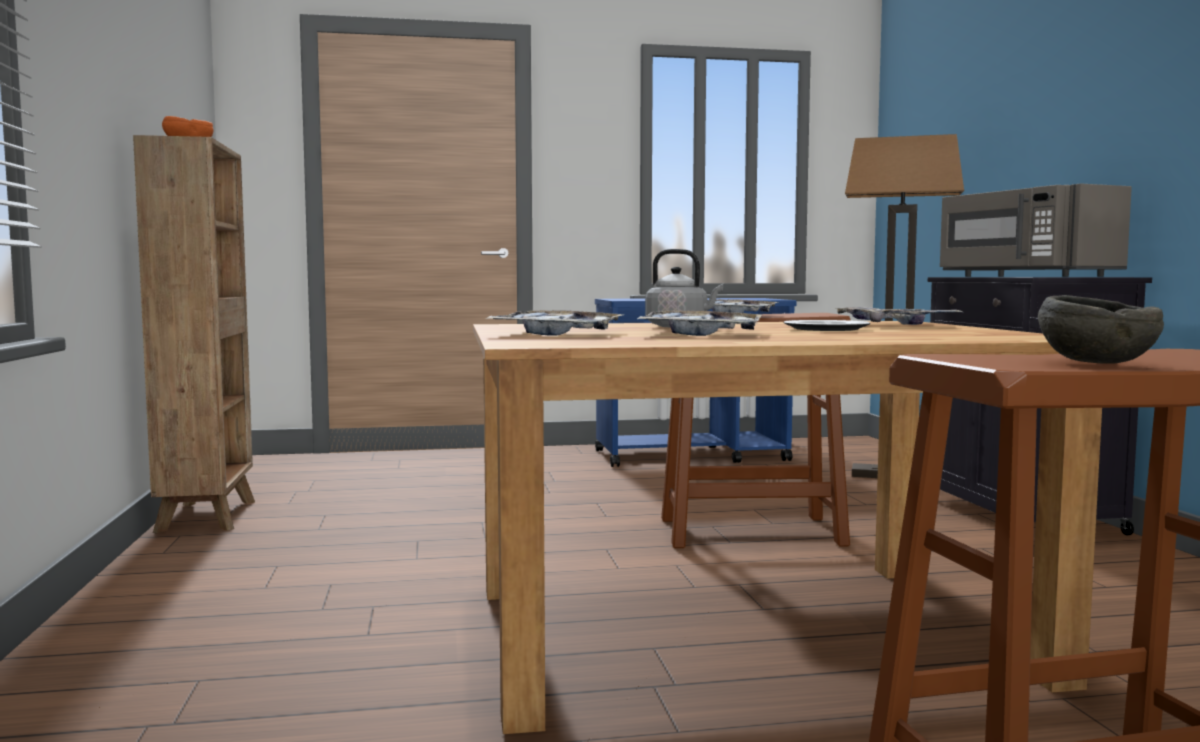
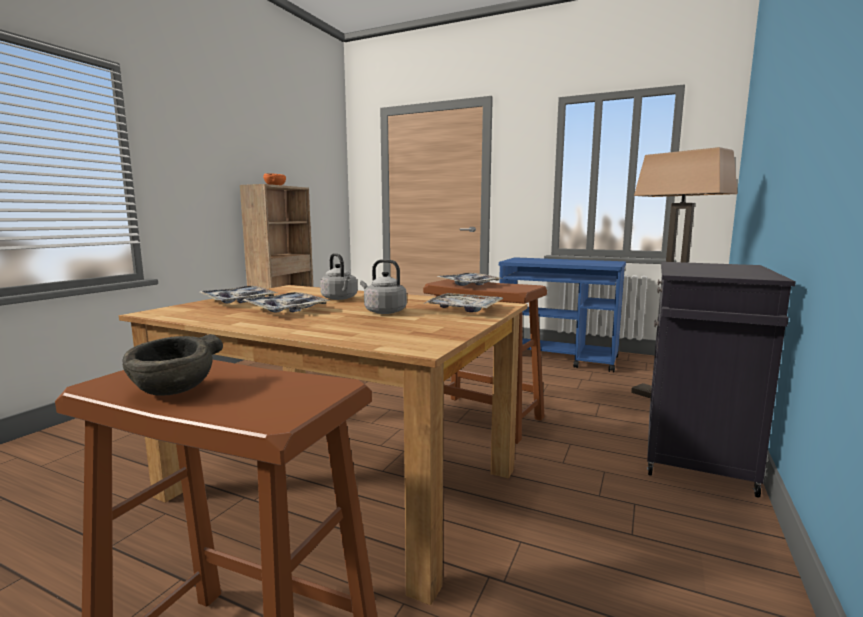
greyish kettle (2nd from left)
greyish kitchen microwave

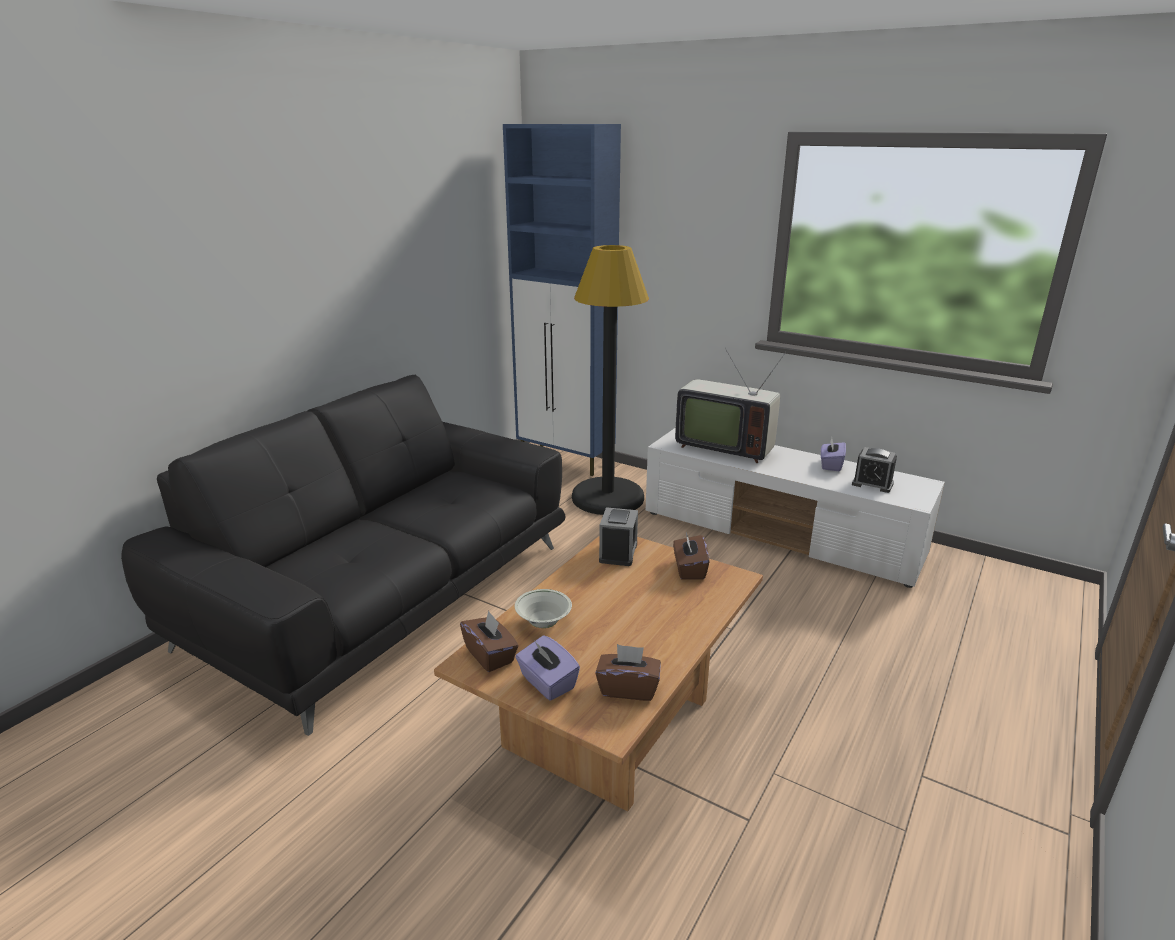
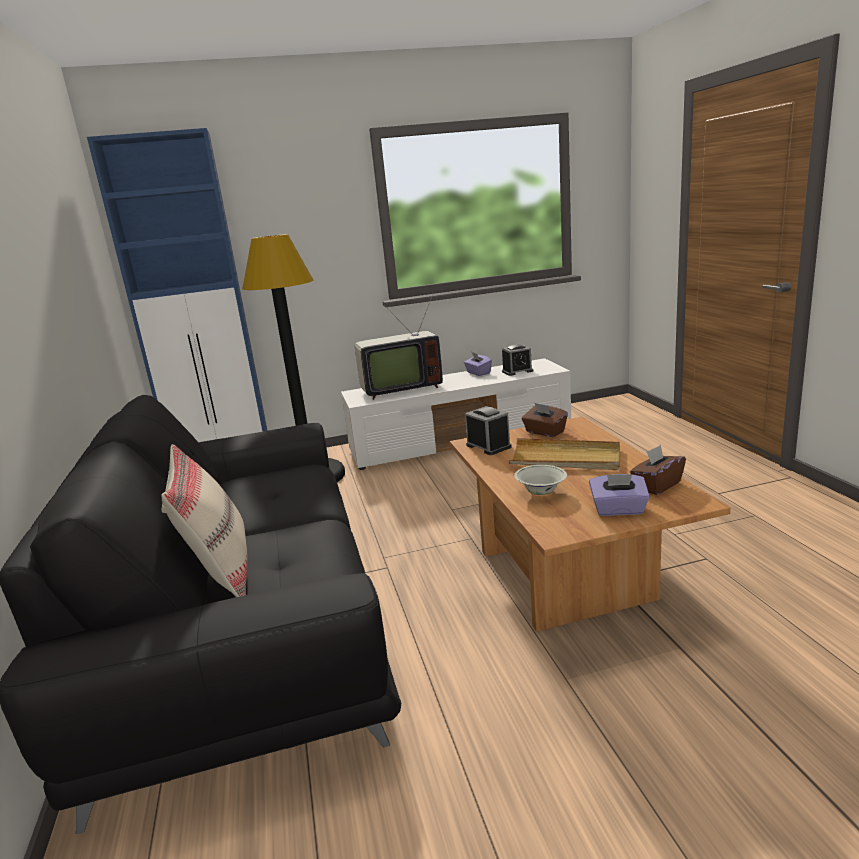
brown box of tissues (1st from left in the first image)
sand-coloured pillow
sand-coloured carrying tray

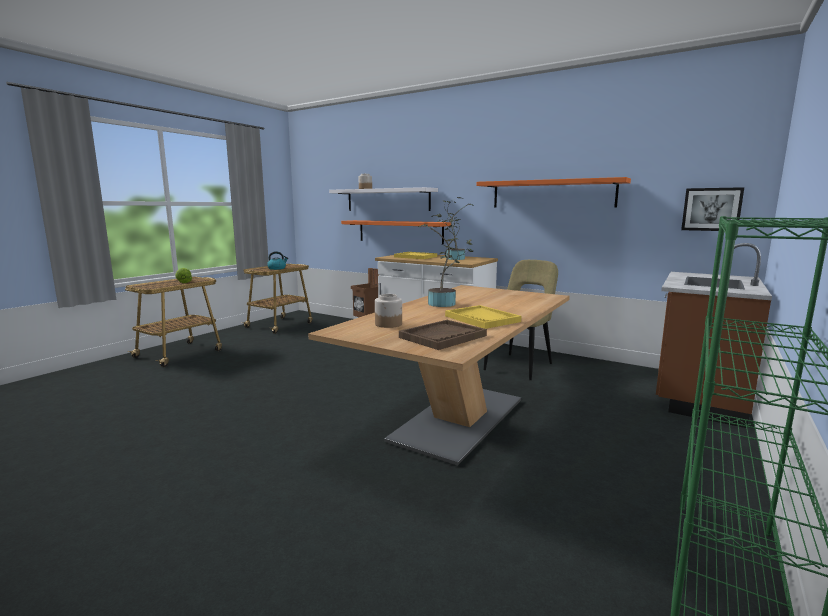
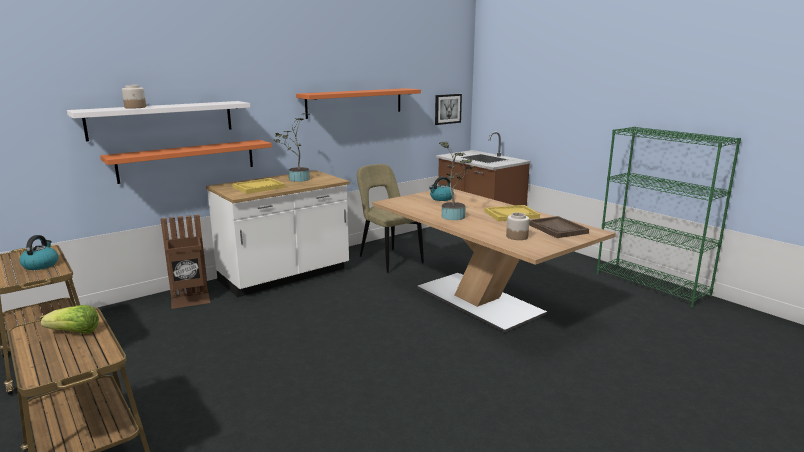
kettle (2nd from left)

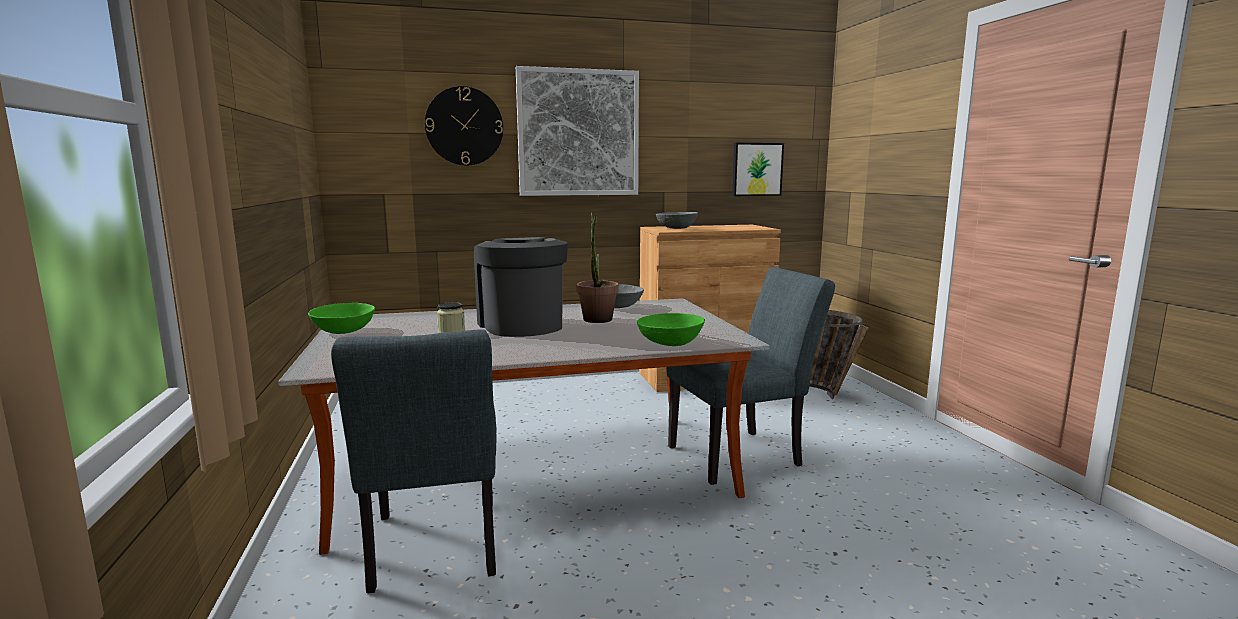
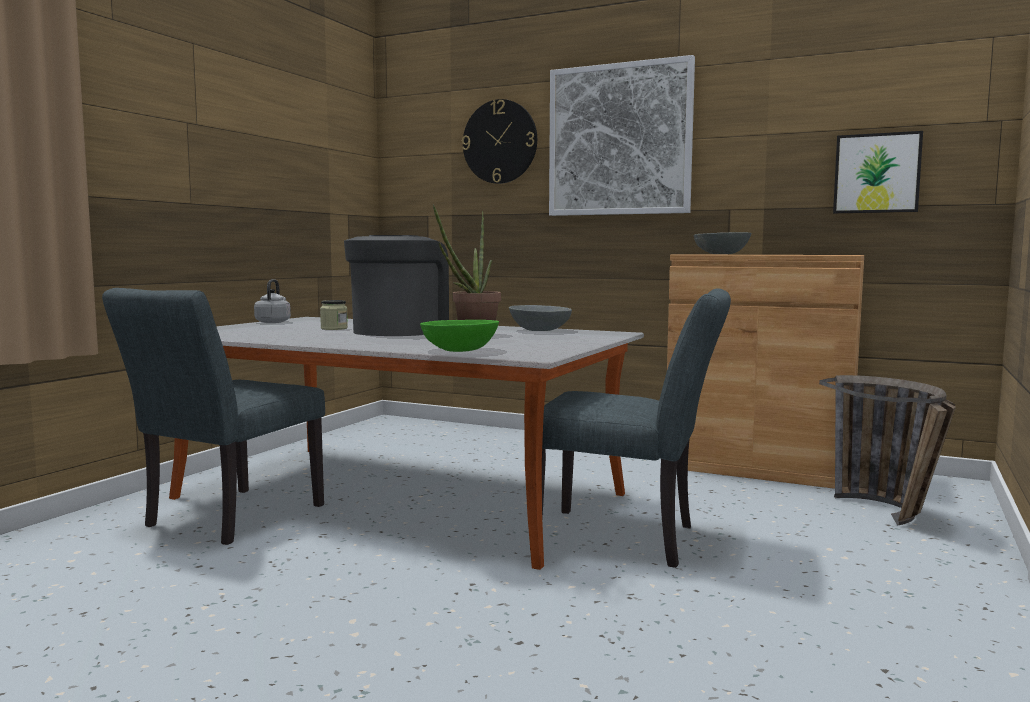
greyish kettle

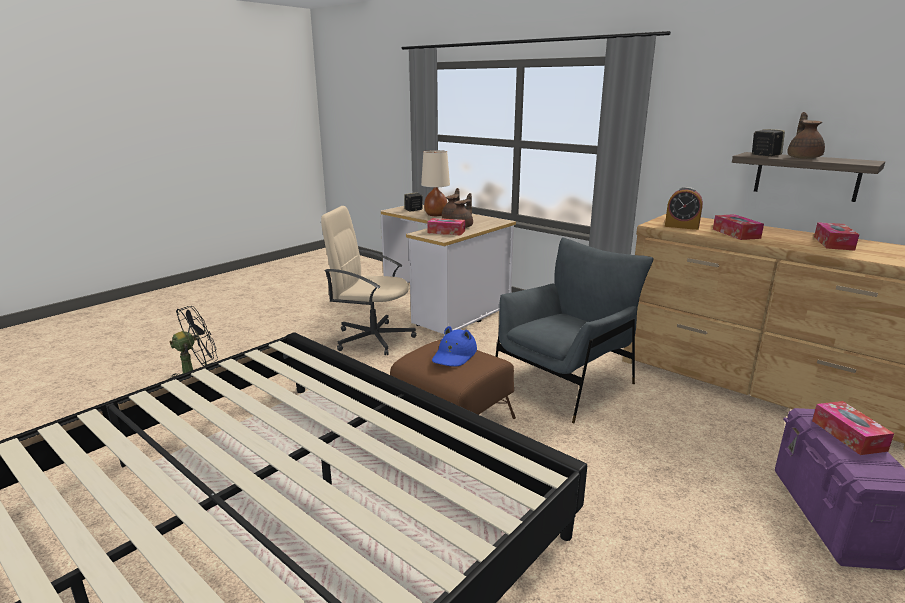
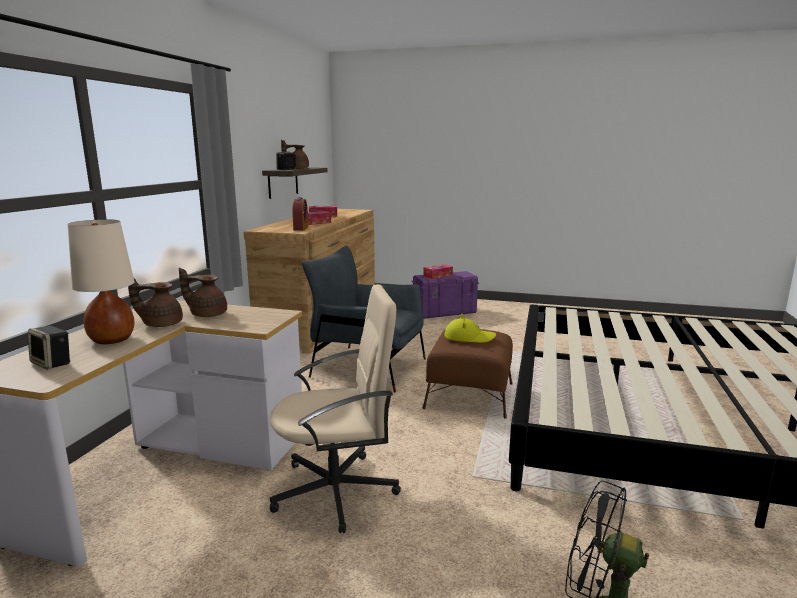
sand-coloured desk chair
box of tissues (1st from left in the first image)
yellowish clothing hat

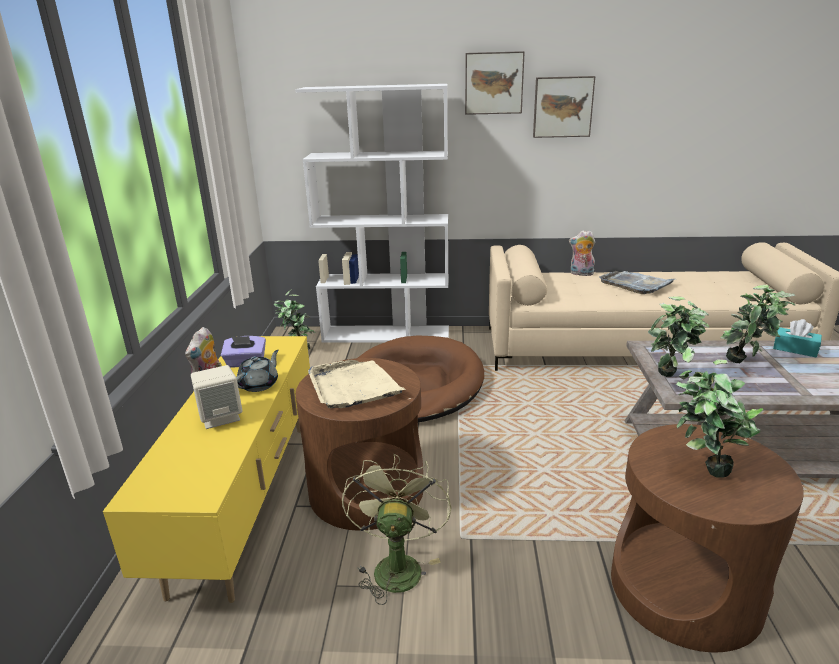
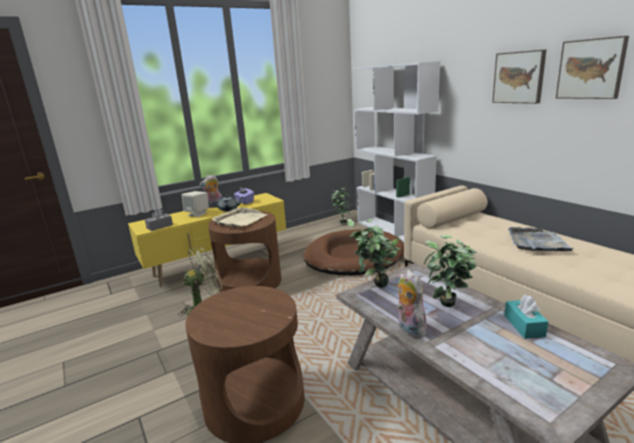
picture (2nd from left)
soft toy (2nd from left)
houseplant (3rd from left in the first image)
greyish box of tissues

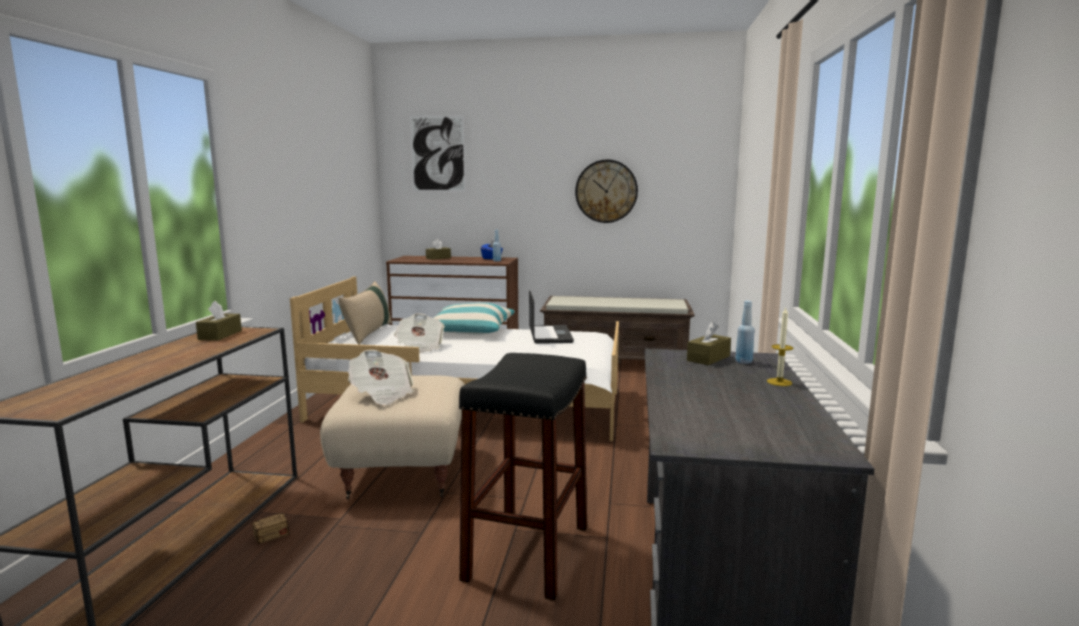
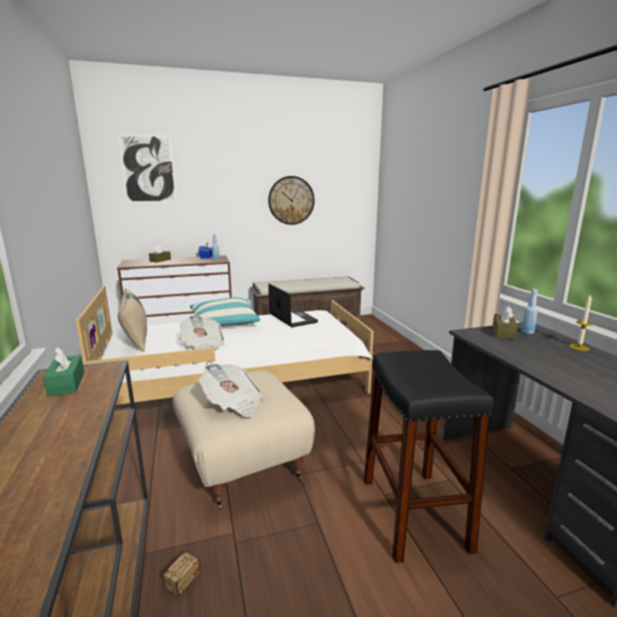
greenish box of tissues

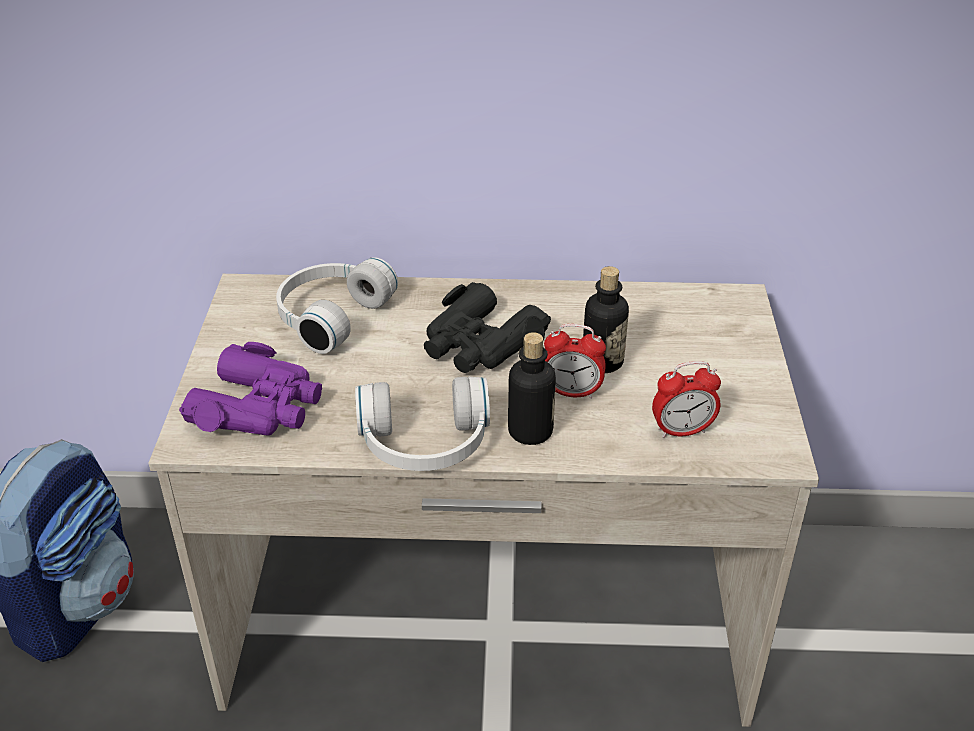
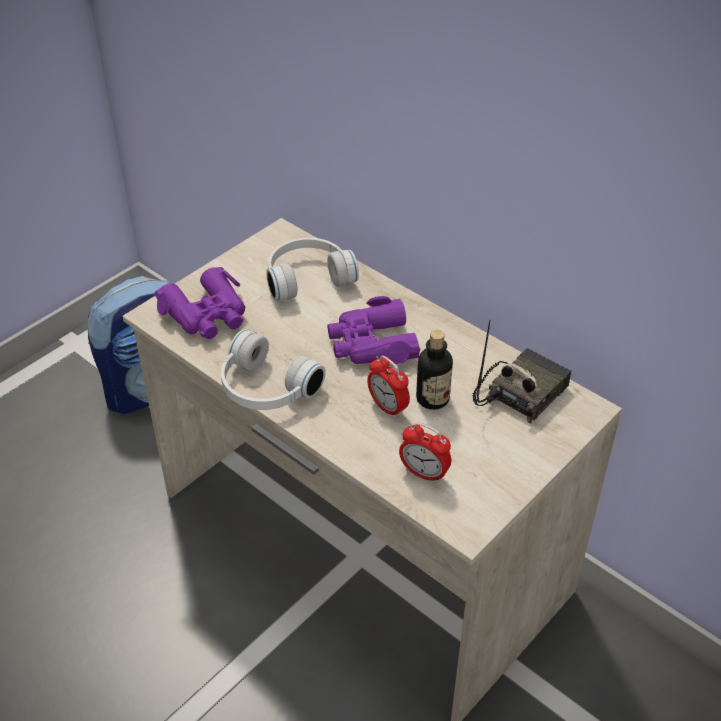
purple-coloured binoculars (2nd from left)
beverage bottle (1st from left in the first image)
radio

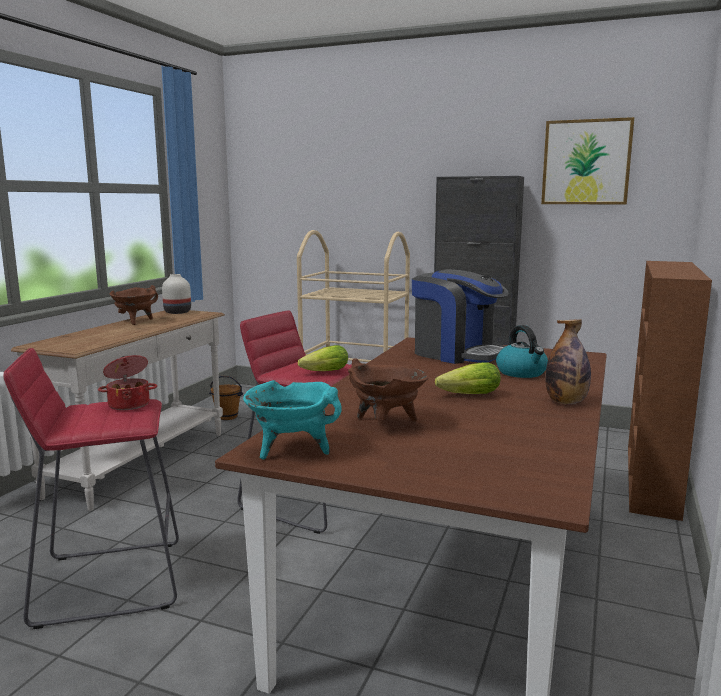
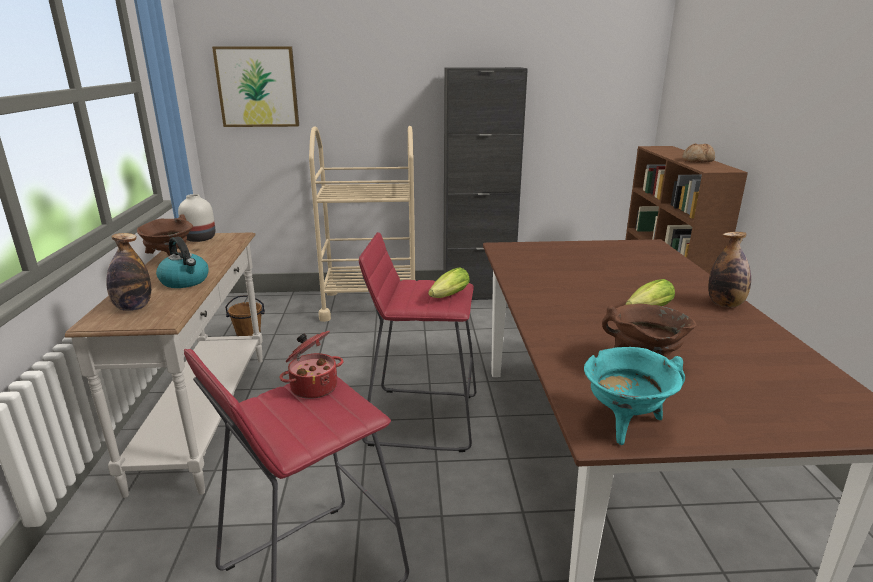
coffee maker
kettle
picture
beverage bottle (1st from left)
baked bread

